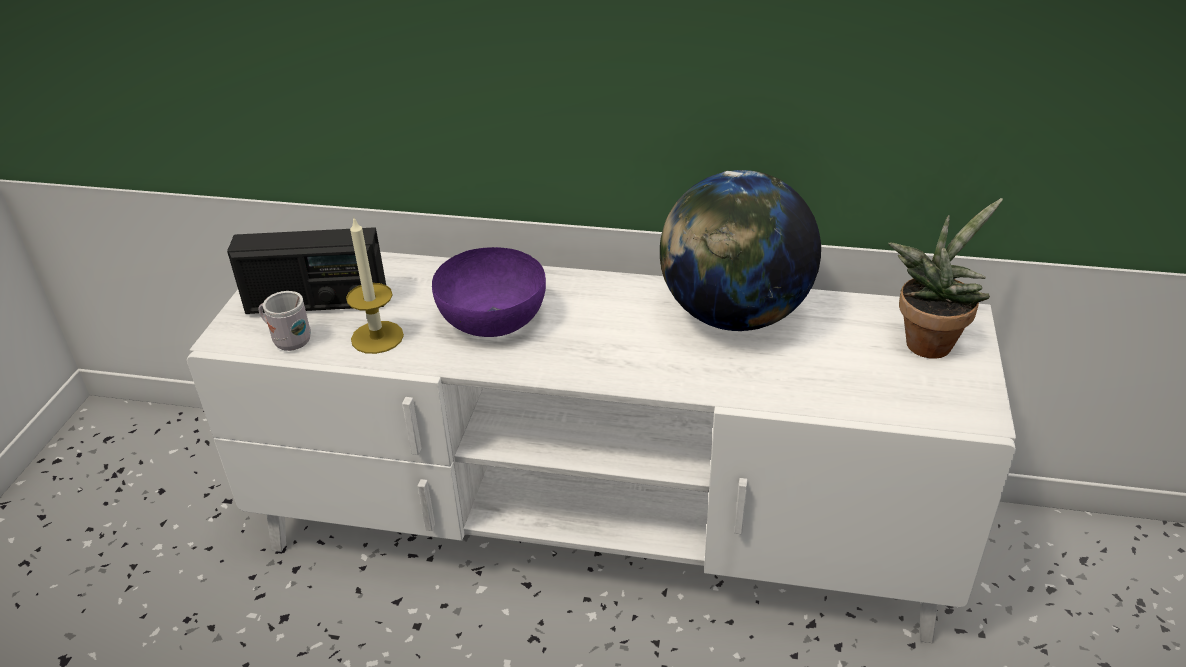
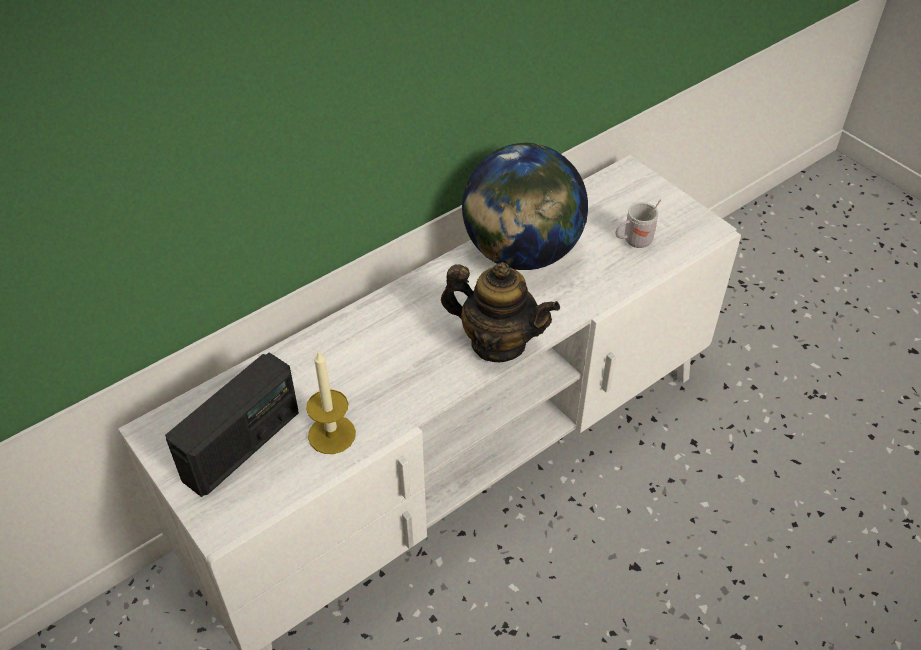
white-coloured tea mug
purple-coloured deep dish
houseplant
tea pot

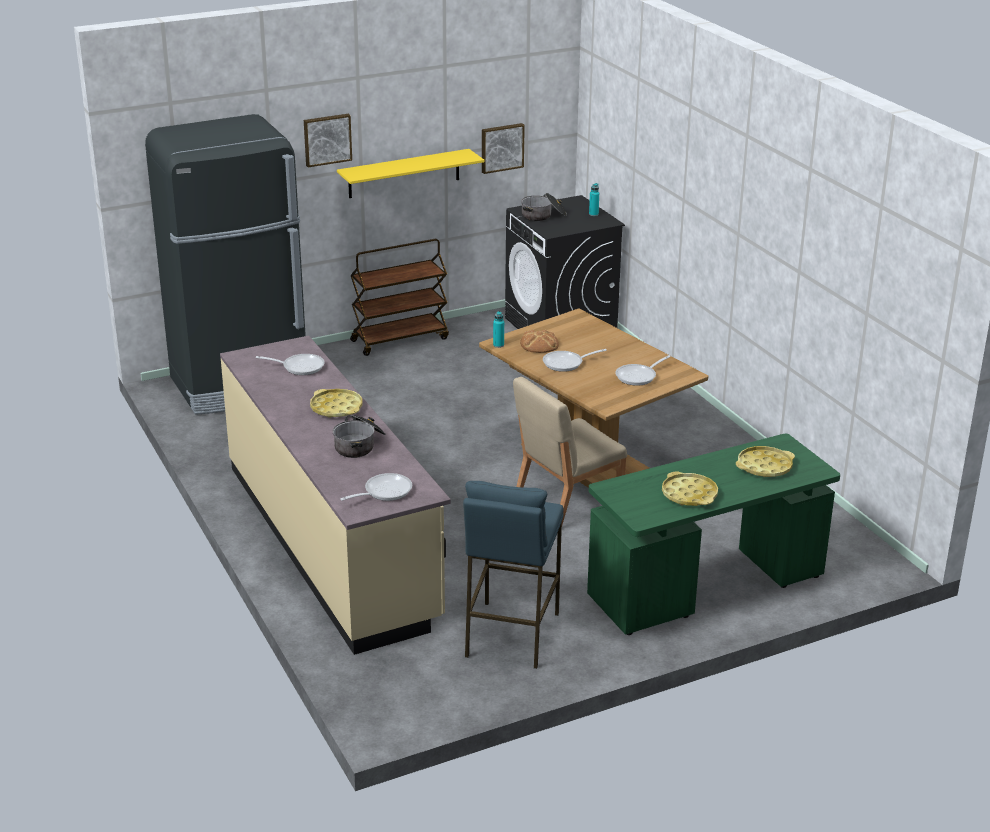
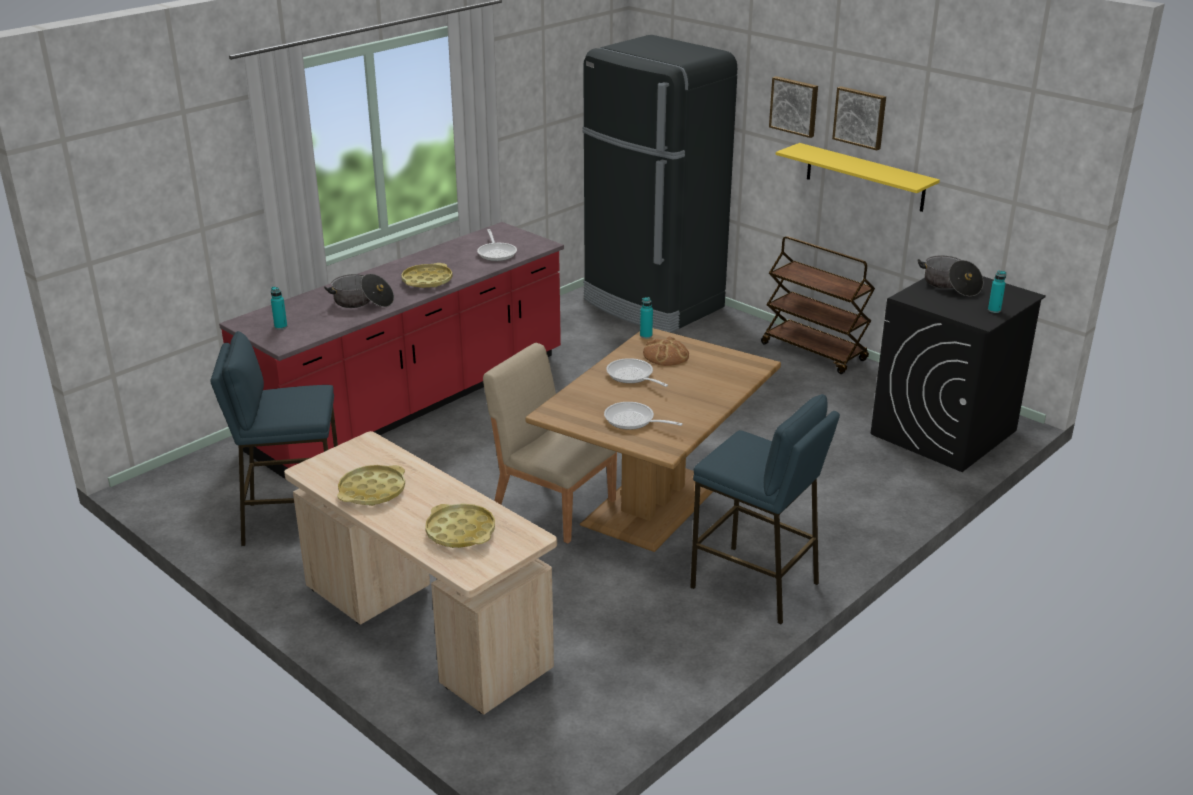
red-coloured counter
blue-green beverage bottle (1st from left)
picture (2nd from left)
sand-coloured desk table
blue stool (2nd from left)

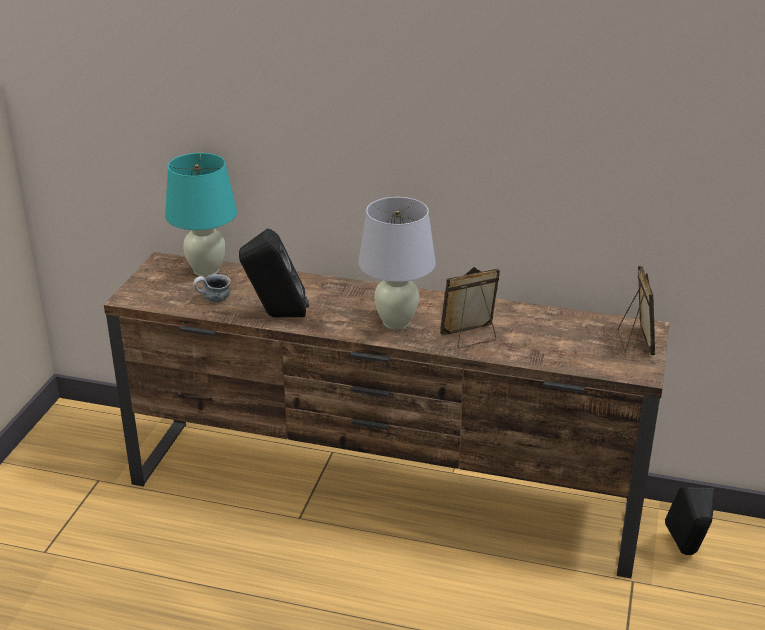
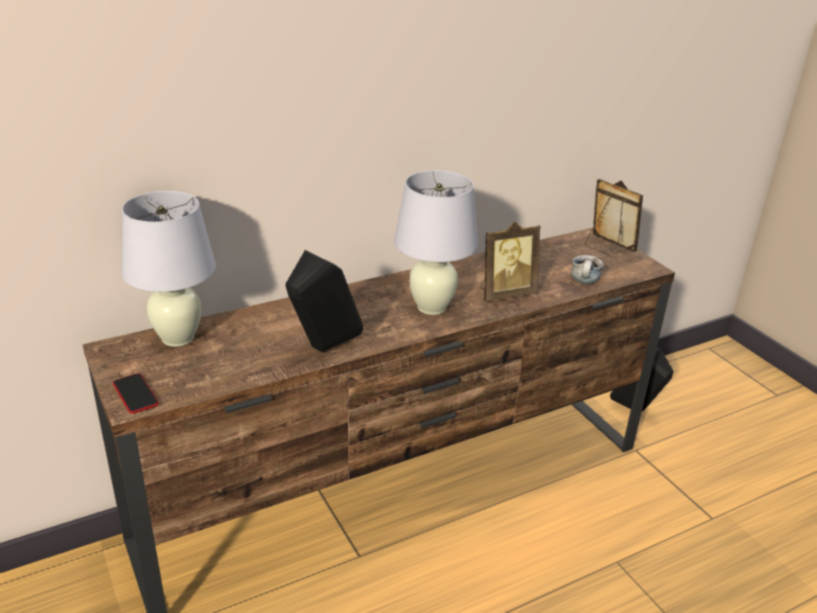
white-coloured lamp for a table (1st from left)
tea mug
photo frame (1st from left)
phone

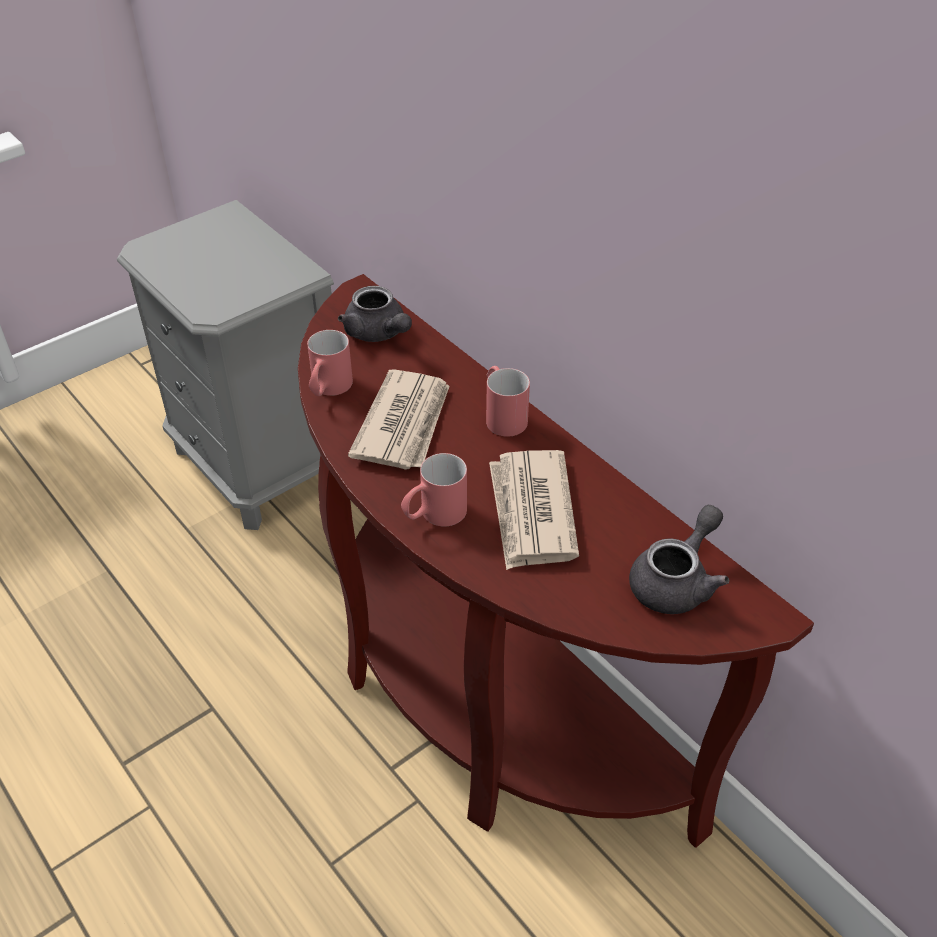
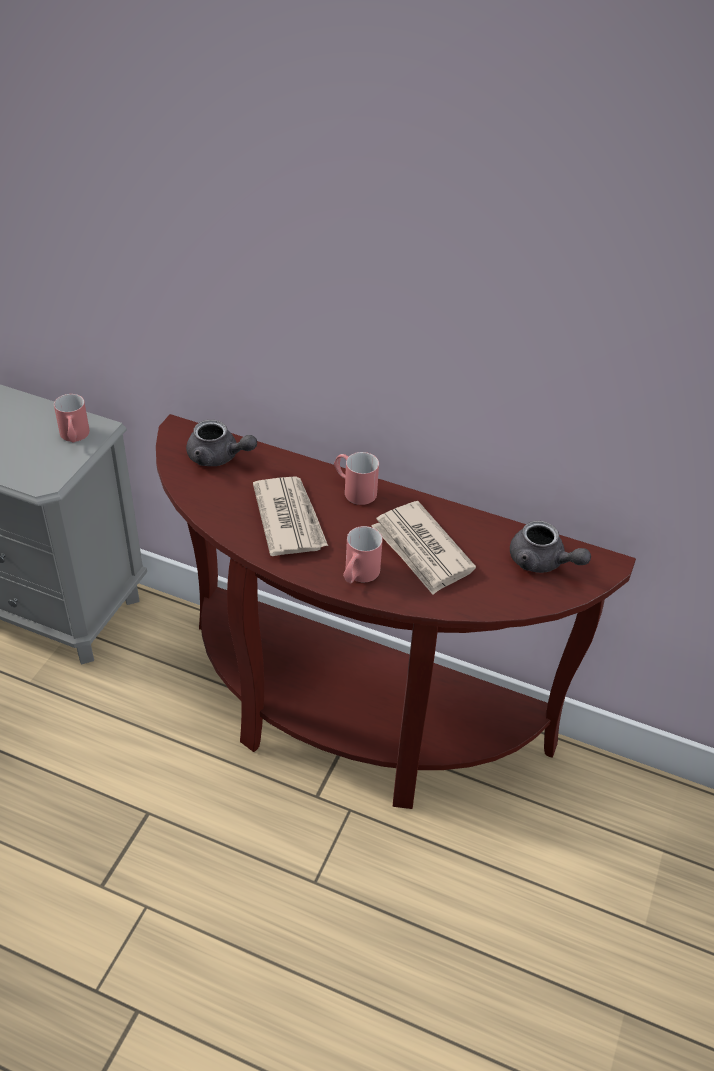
red-coloured tea mug (1st from left)
greyish tea pot (2nd from left)

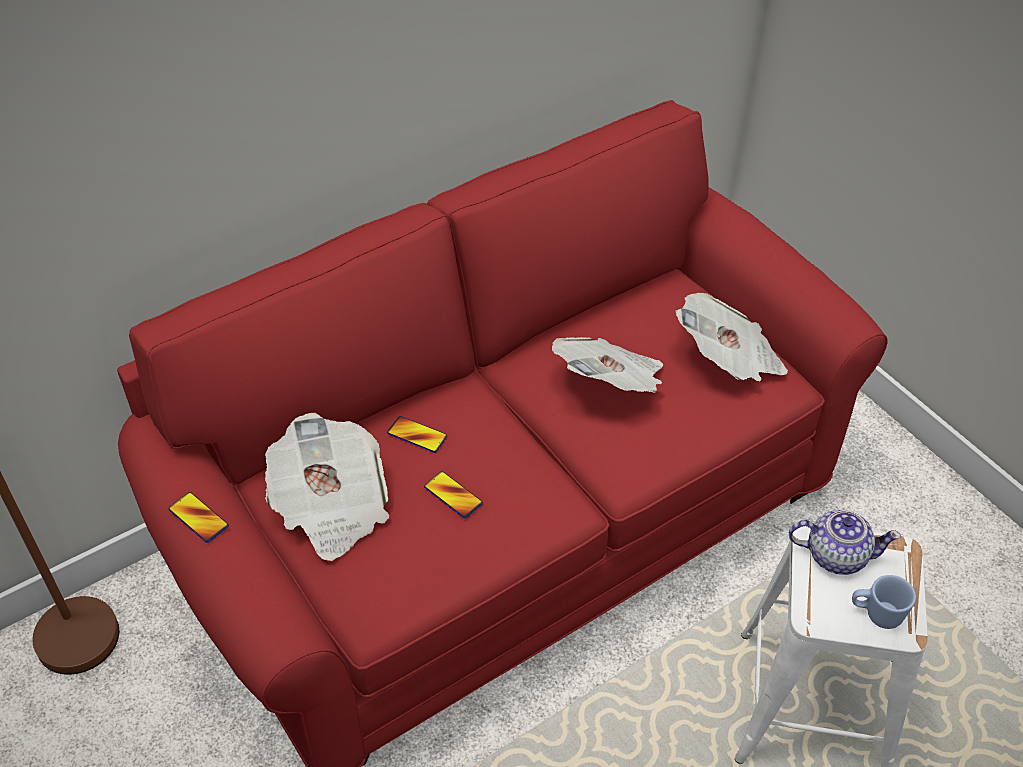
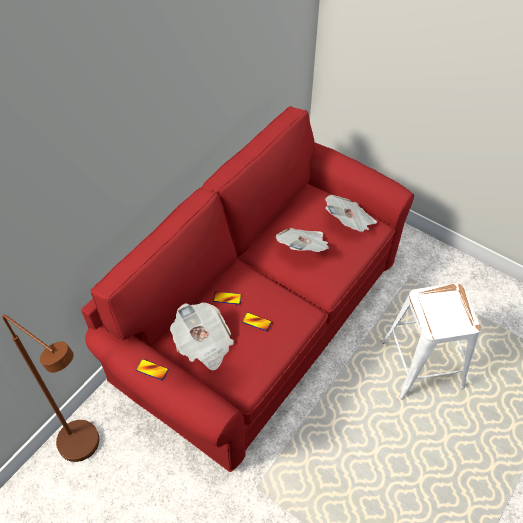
tea pot
blue tea mug

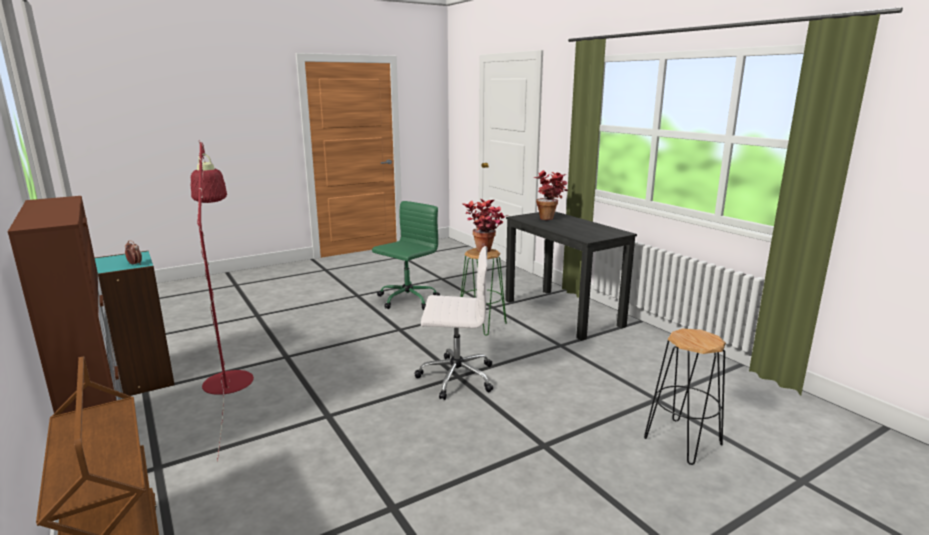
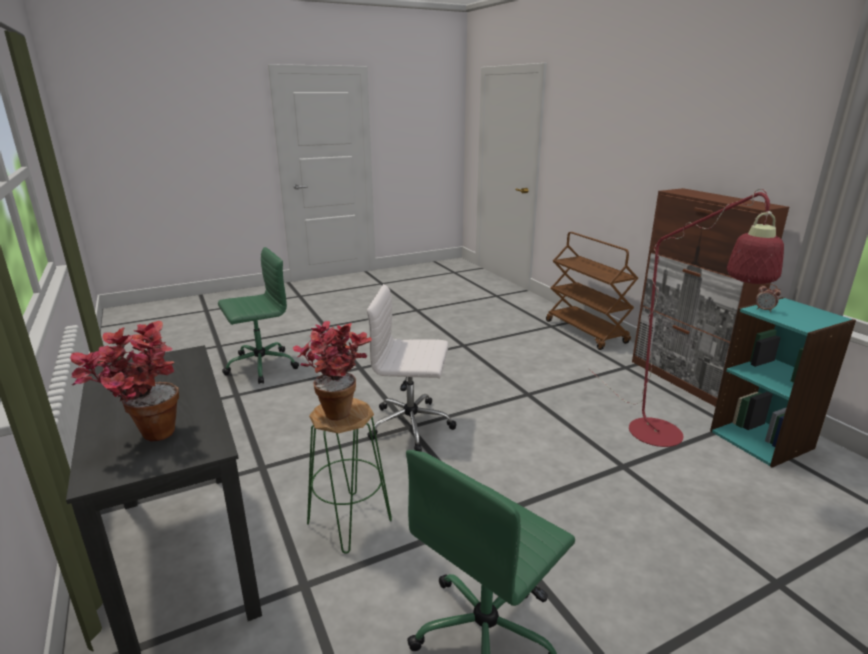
greenish desk chair (1st from left)

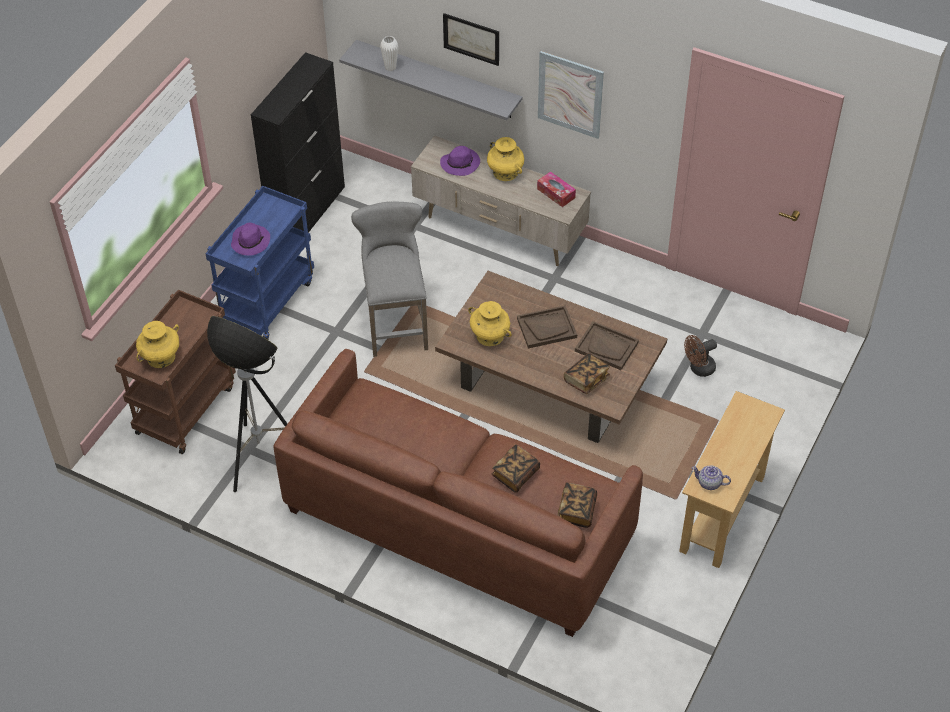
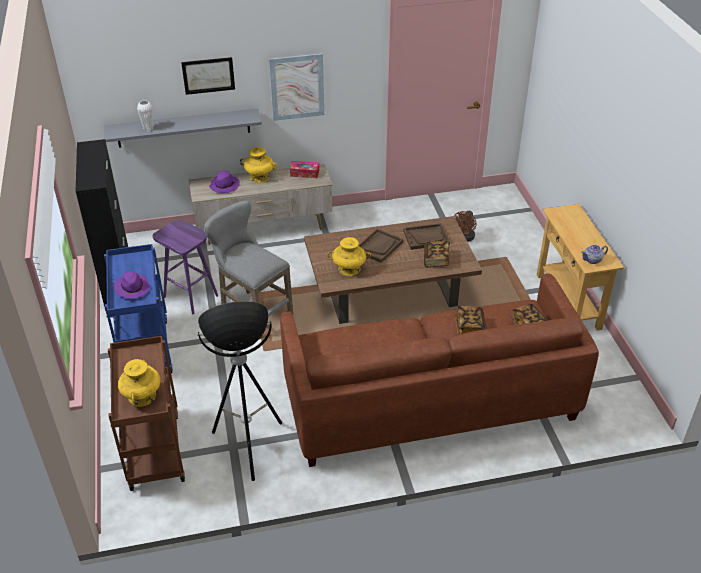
purple-coloured stool

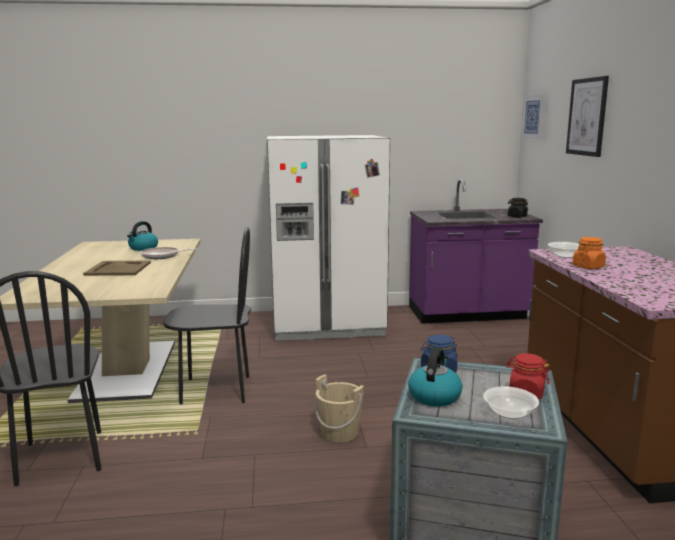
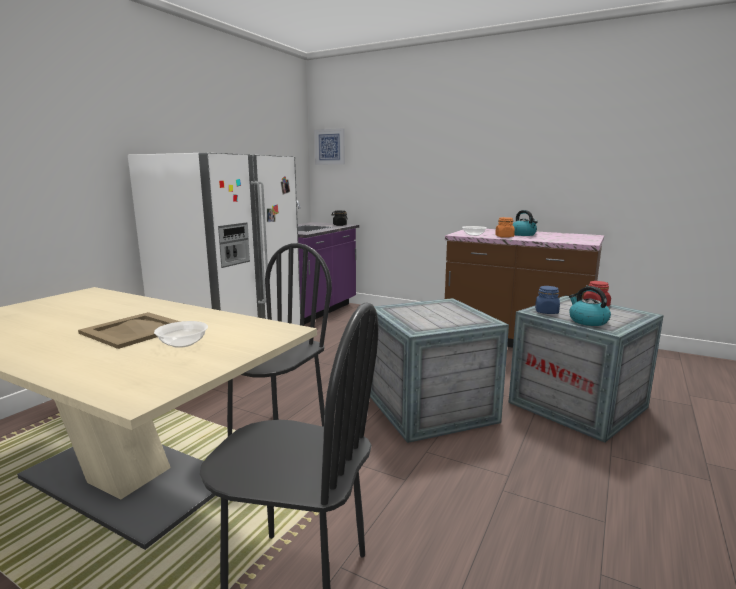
kettle (1st from left)
frying pan
packing crate (1st from left)
deep dish (1st from left)
picture (2nd from left in the first image)

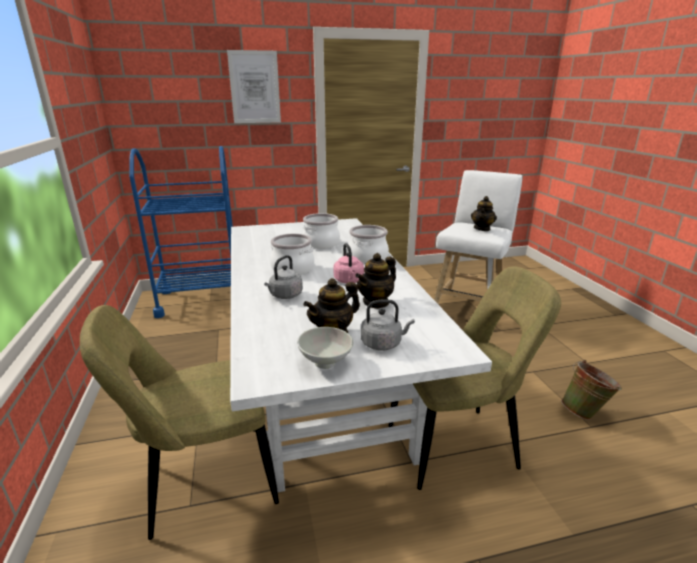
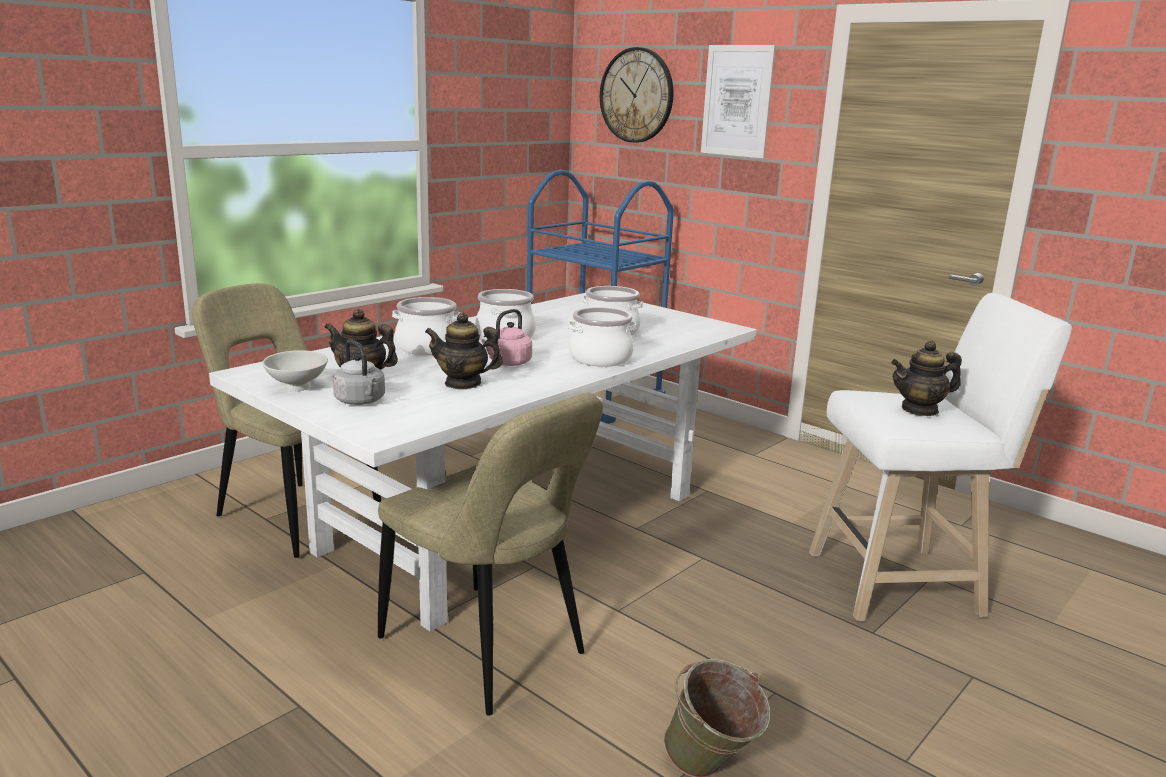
stockpot (1st from left)
hanging clock

